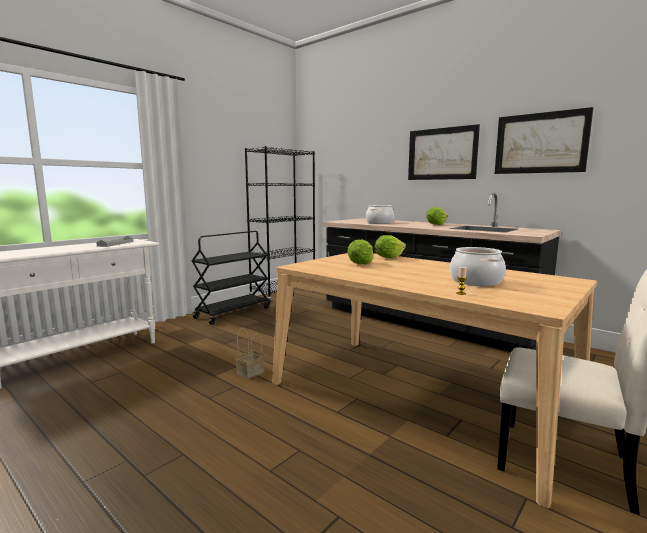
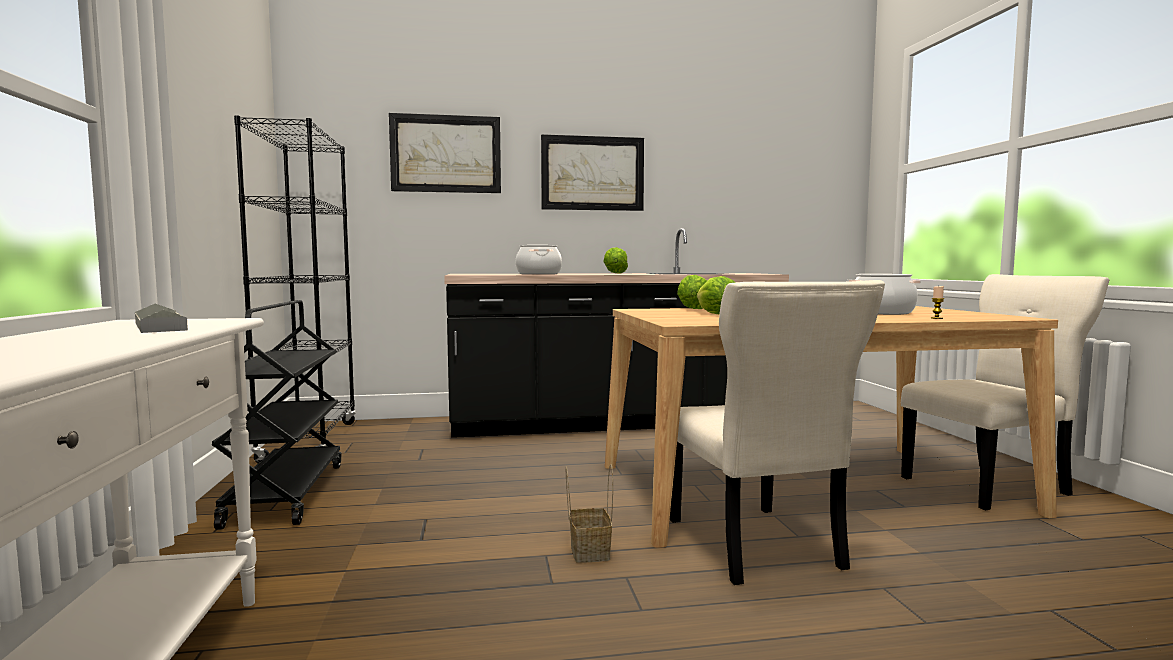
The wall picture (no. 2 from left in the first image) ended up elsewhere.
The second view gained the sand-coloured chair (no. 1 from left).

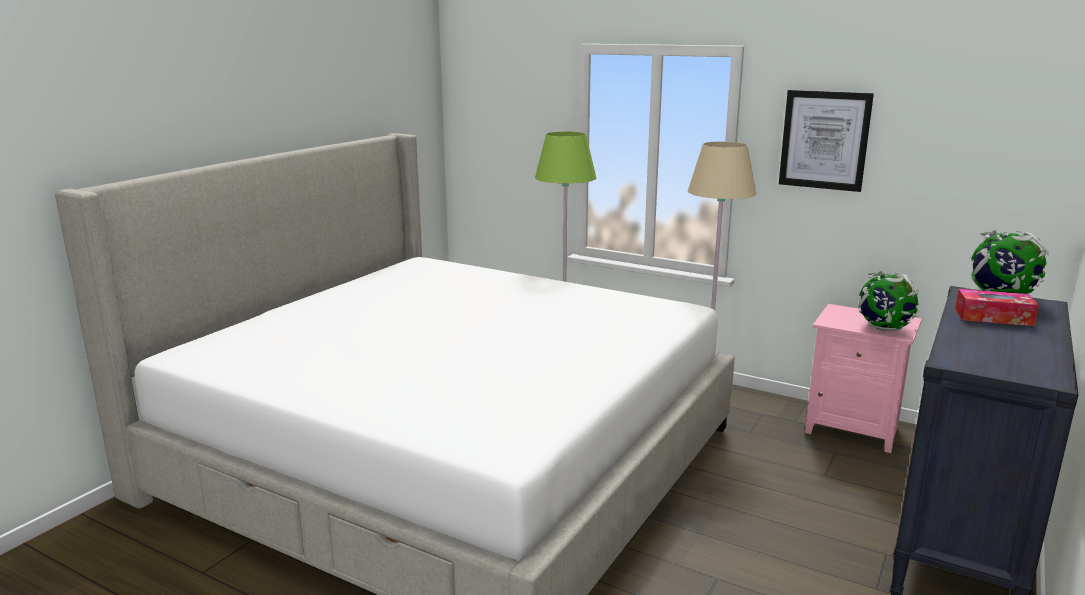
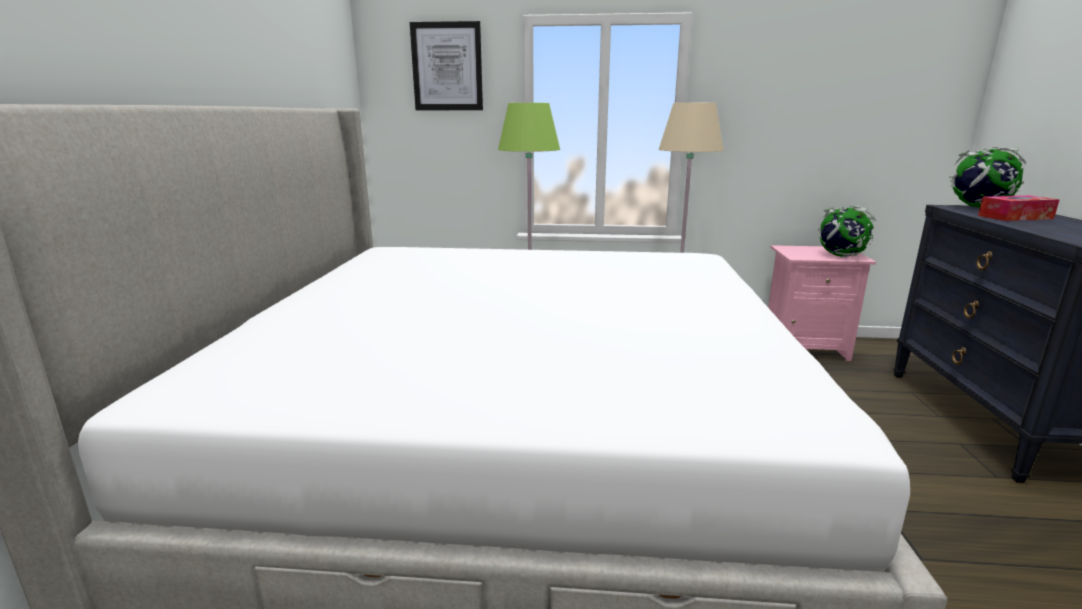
The wall picture ended up elsewhere.

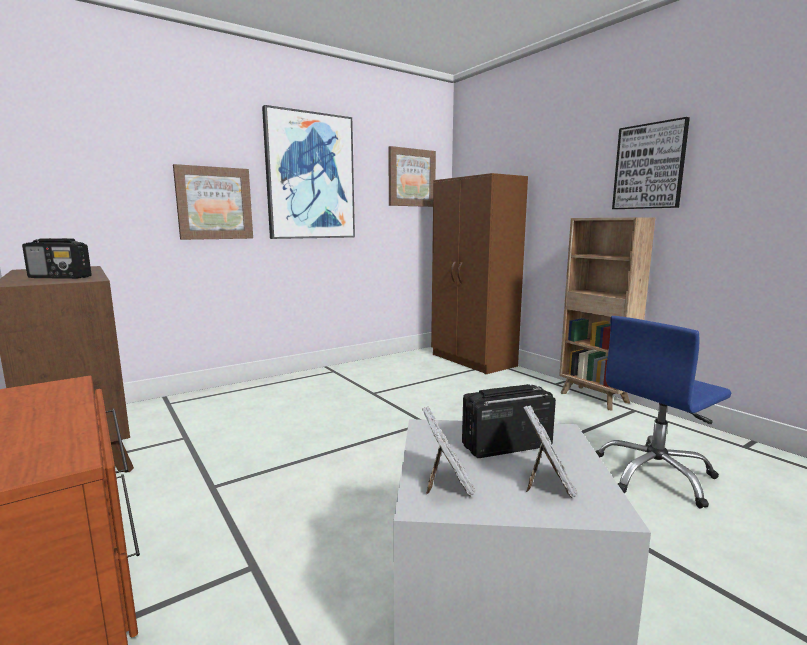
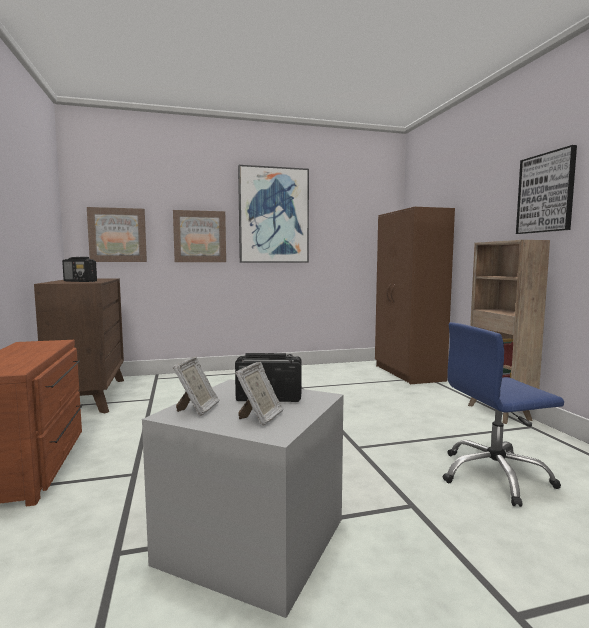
The wall picture (no. 3 from left in the first image) ended up elsewhere.

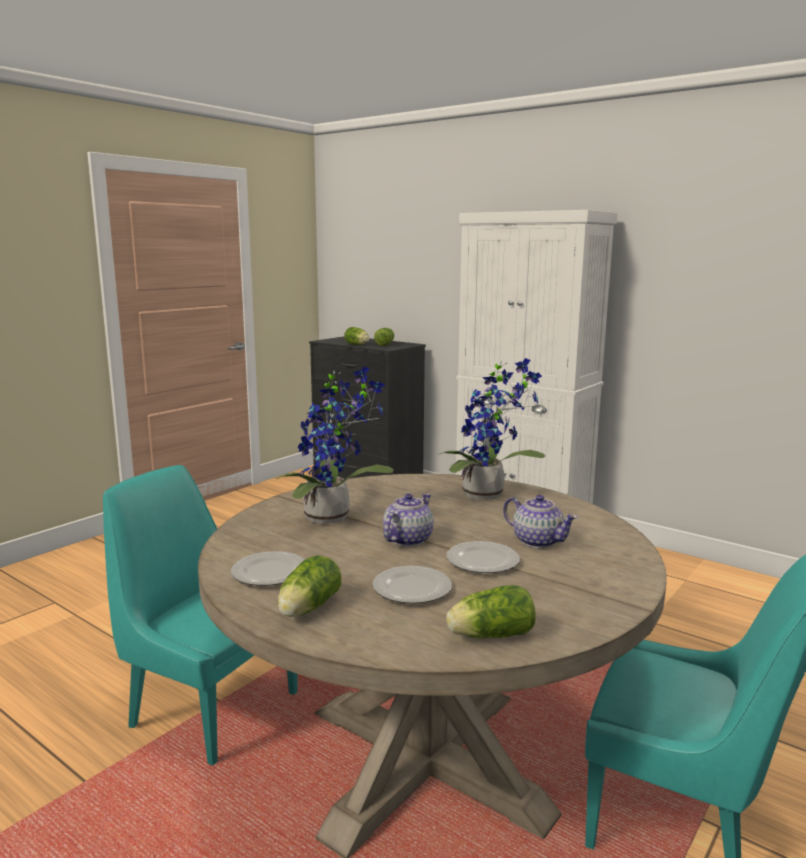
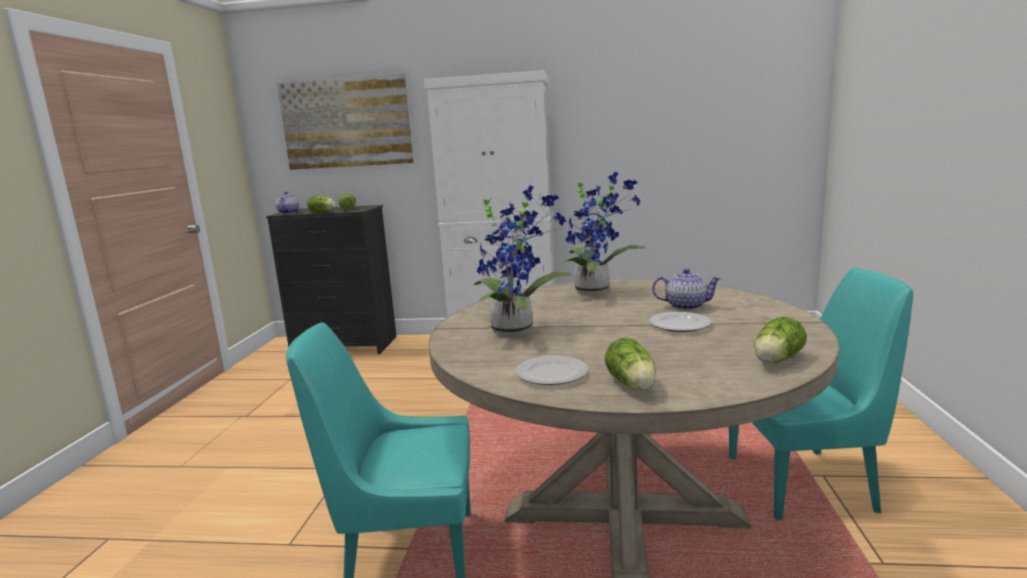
The second view lost the dinner plate (no. 2 from left).
The teapot (no. 1 from left) ended up elsewhere.
The second view gained the wall picture.

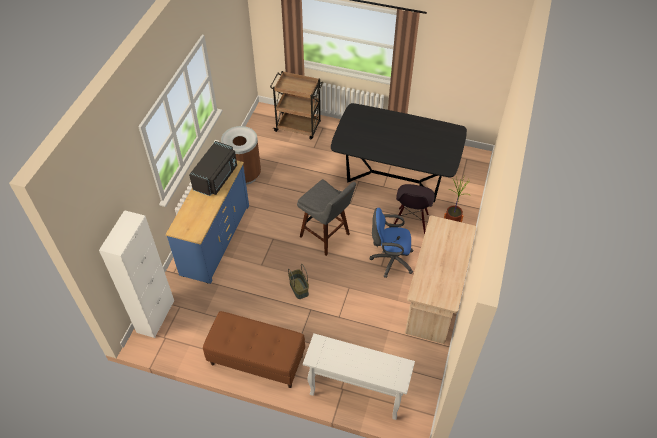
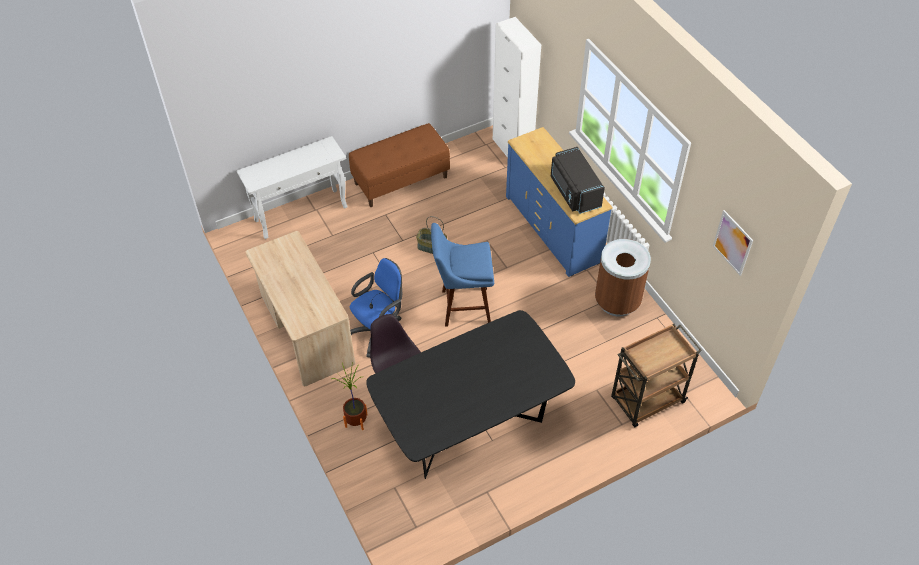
What was the grey sitting stool turned into the bluish sitting stool.
The second view gained the wall picture.

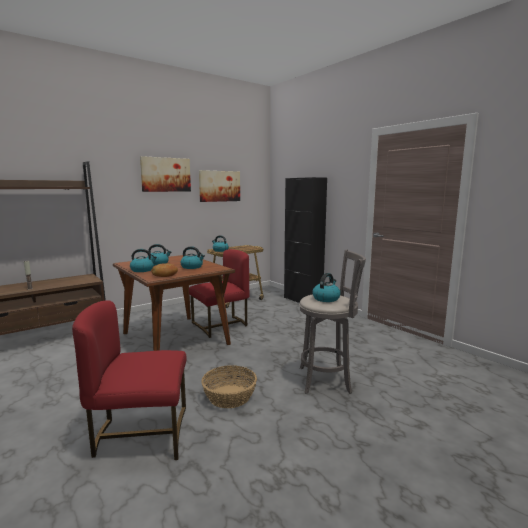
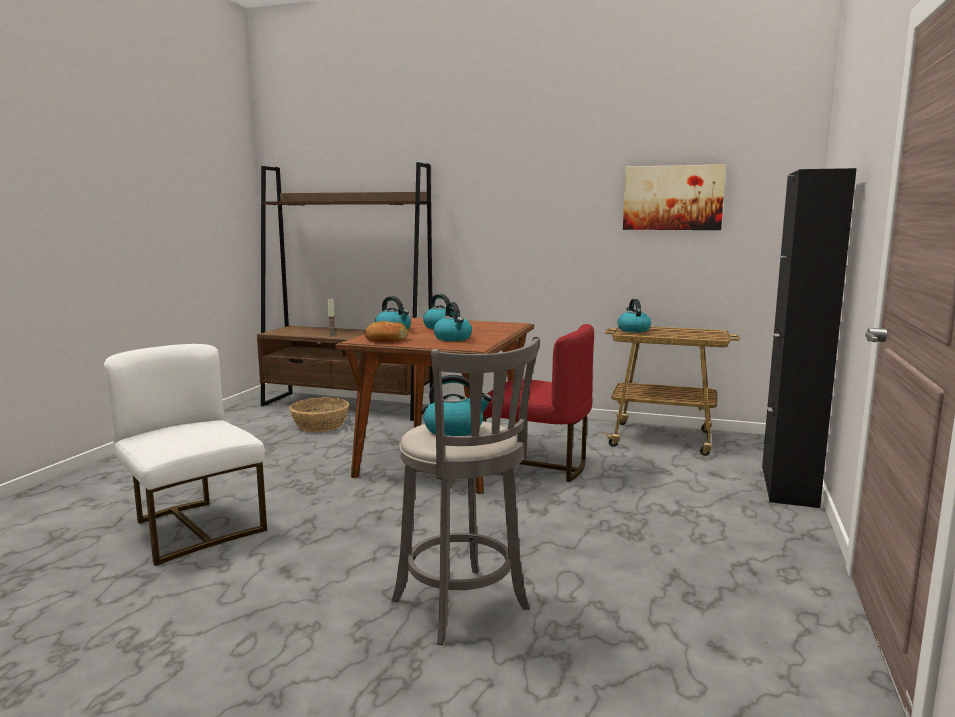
What was the red-coloured chair (no. 1 from left) turned into the white-coloured chair.
The second view lost the wall picture (no. 1 from left).
The storage basket ended up elsewhere.

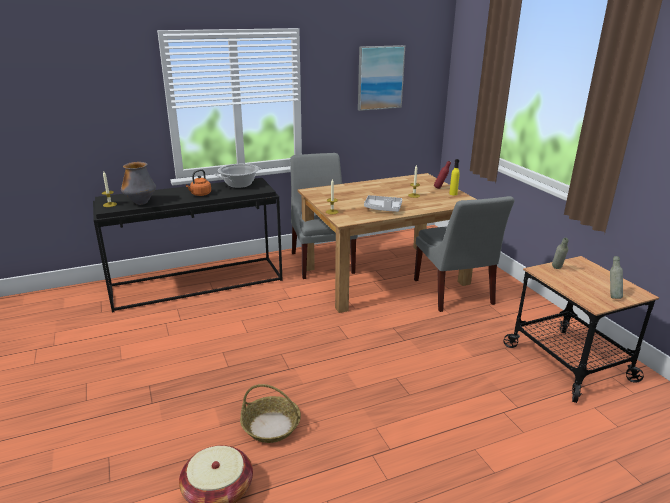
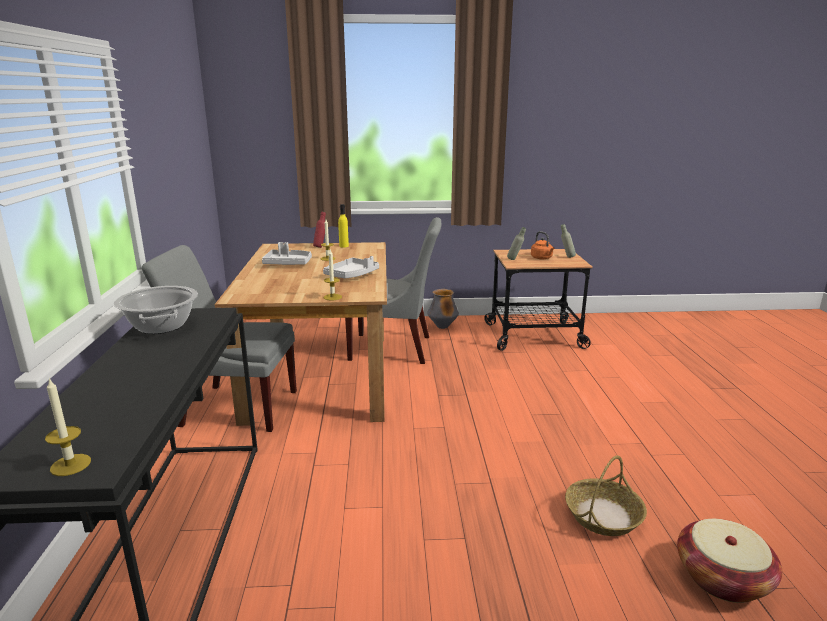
The decorative vase ended up elsewhere.
The orange-coloured kettle ended up elsewhere.
The second view lost the wall picture.
The second view gained the grey serving tray (no. 1 from left).

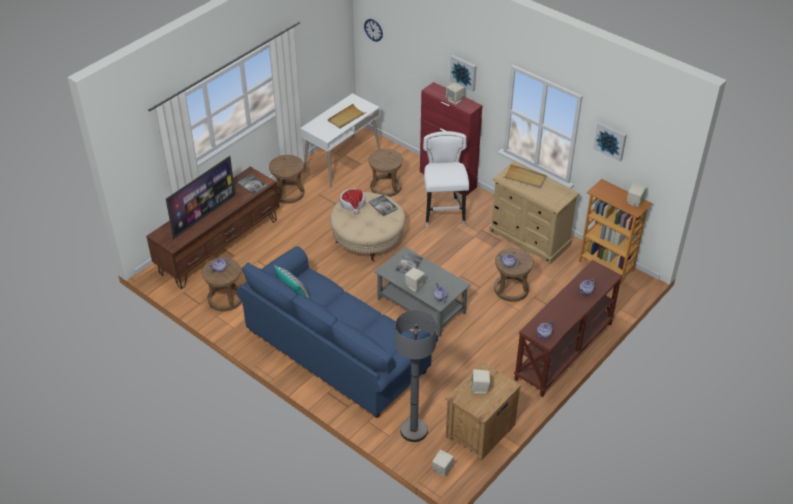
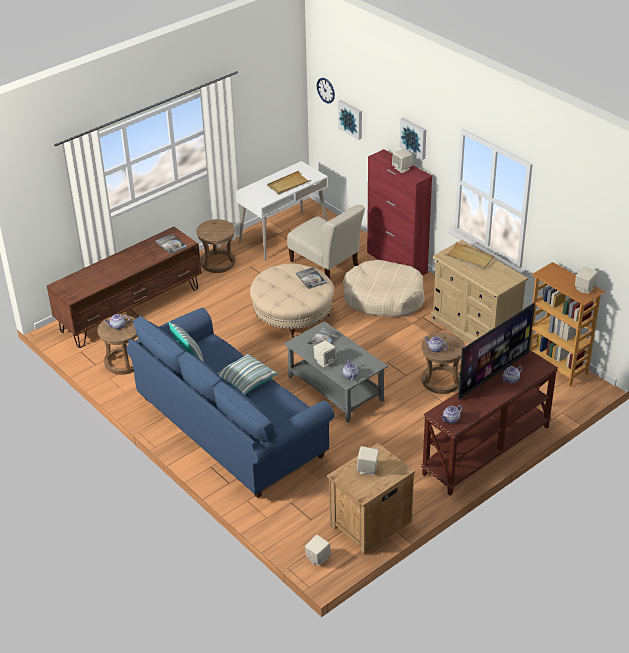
The television ended up elsewhere.
The second view lost the hat.
Where the brown-coloured sitting stool (no. 3 from left) stood, the sand-coloured chair came to stand.
The second view lost the grey standard lamp.
Where the white-coloured sitting stool stood, the sand-coloured dog bed came to stand.
The wall picture (no. 2 from left in the first image) ended up elsewhere.
The second view gained the throw pillow (no. 2 from left).

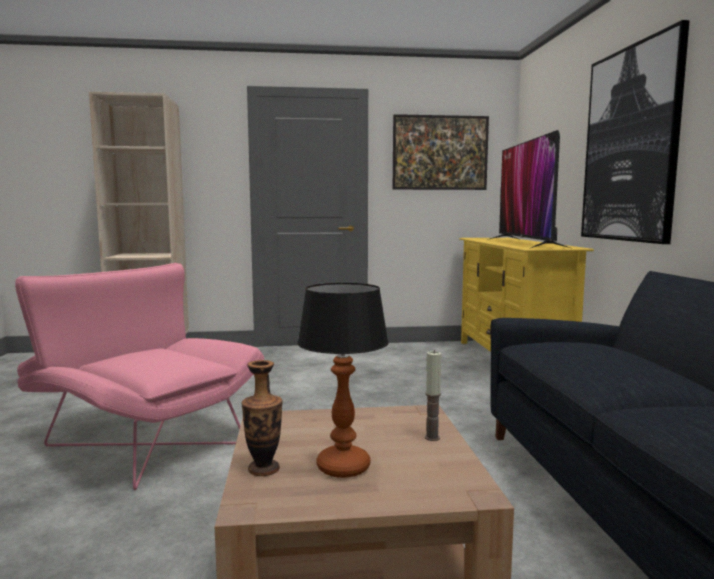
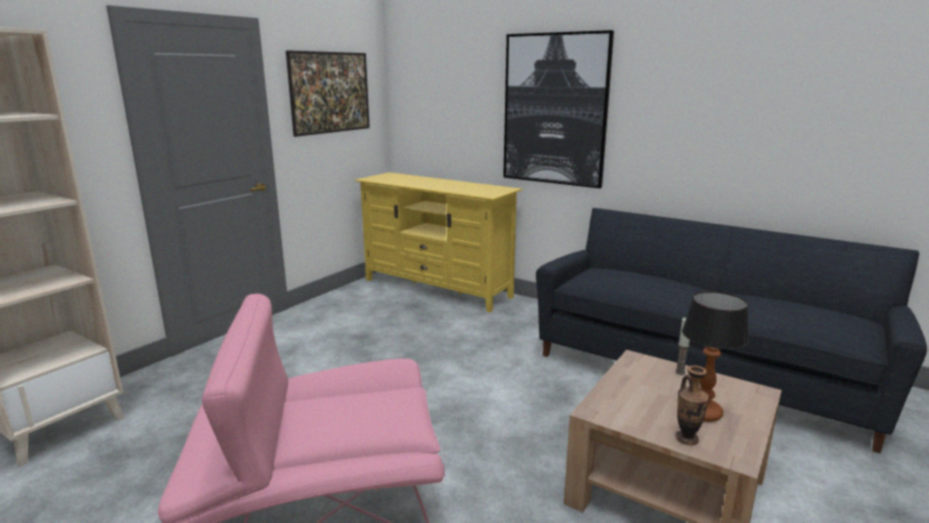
The second view lost the television.

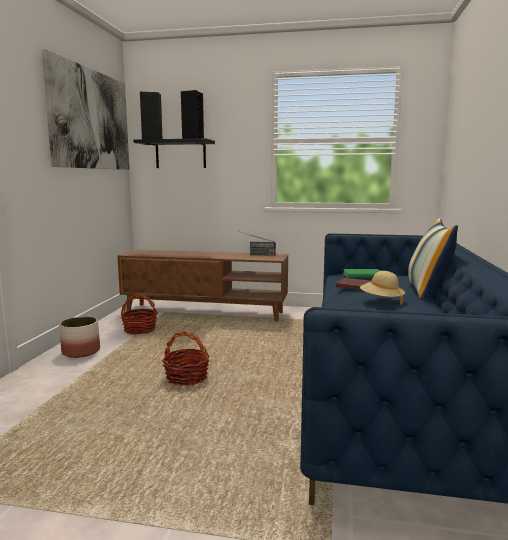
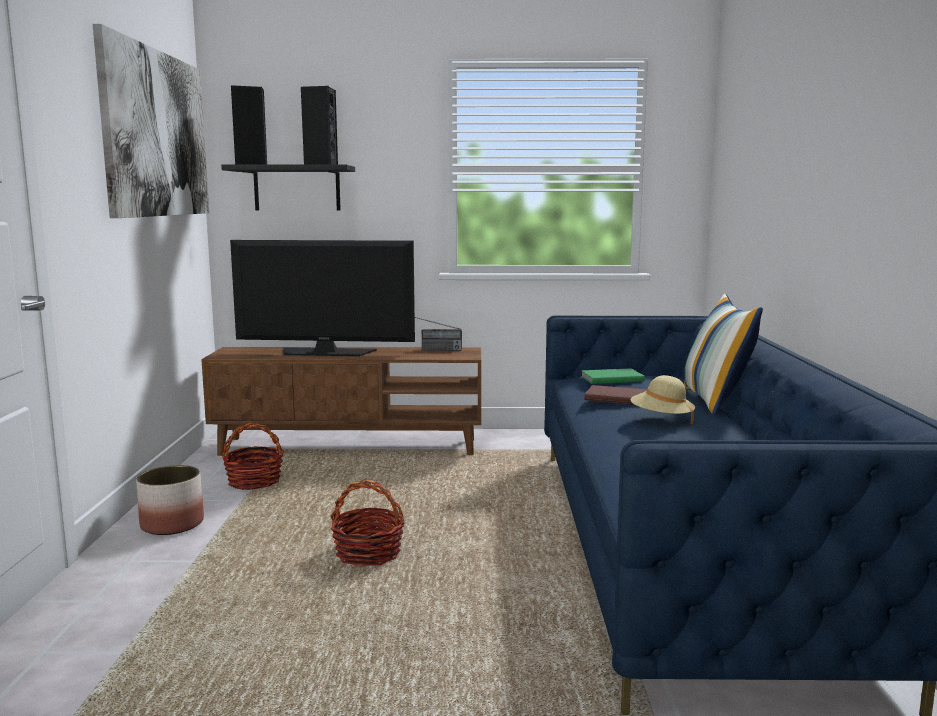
The second view gained the television.

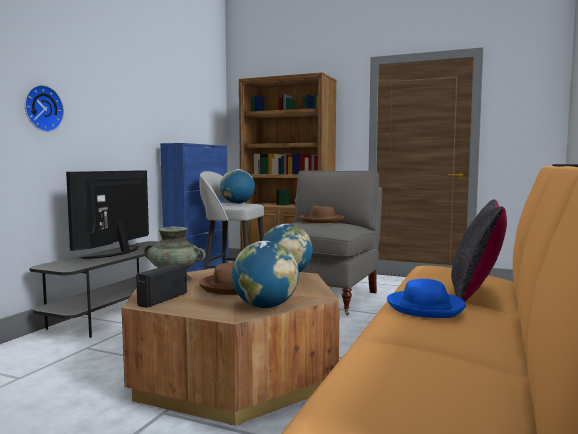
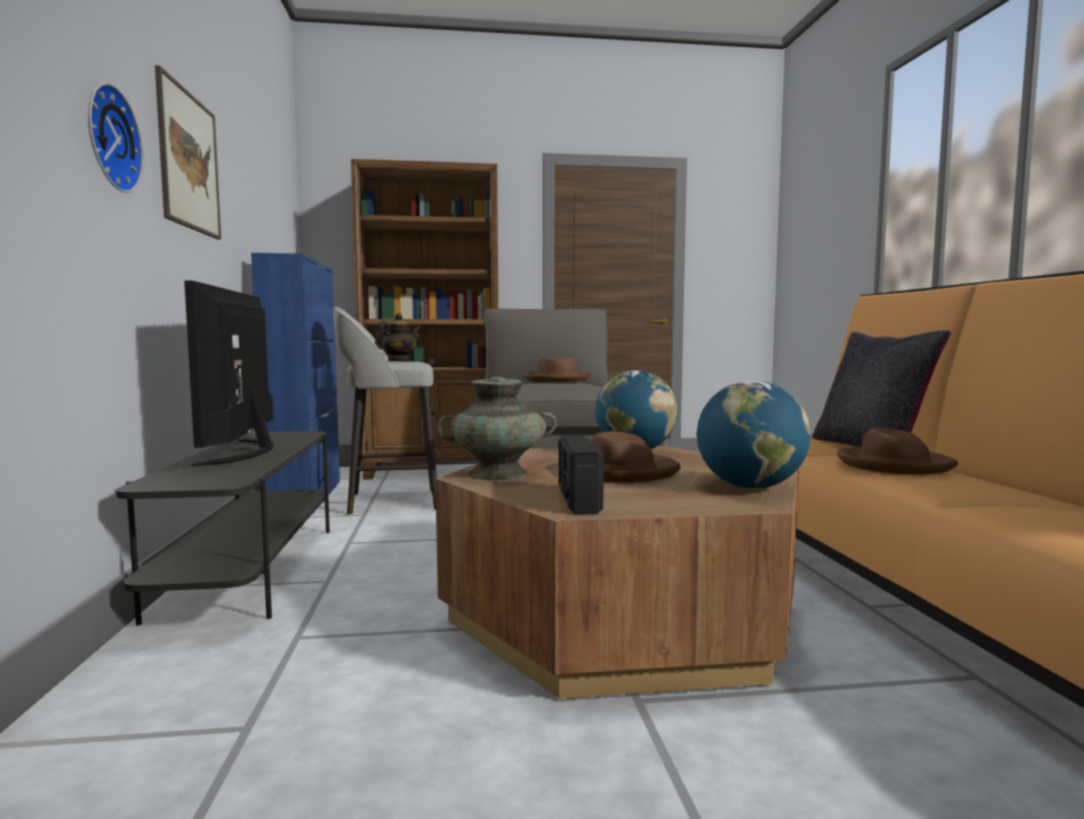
Where the world globe (no. 1 from left) stood, the teapot came to stand.
What was the bluish hat turned into the brown-coloured hat (no. 3 from left).
The second view gained the wall picture.

